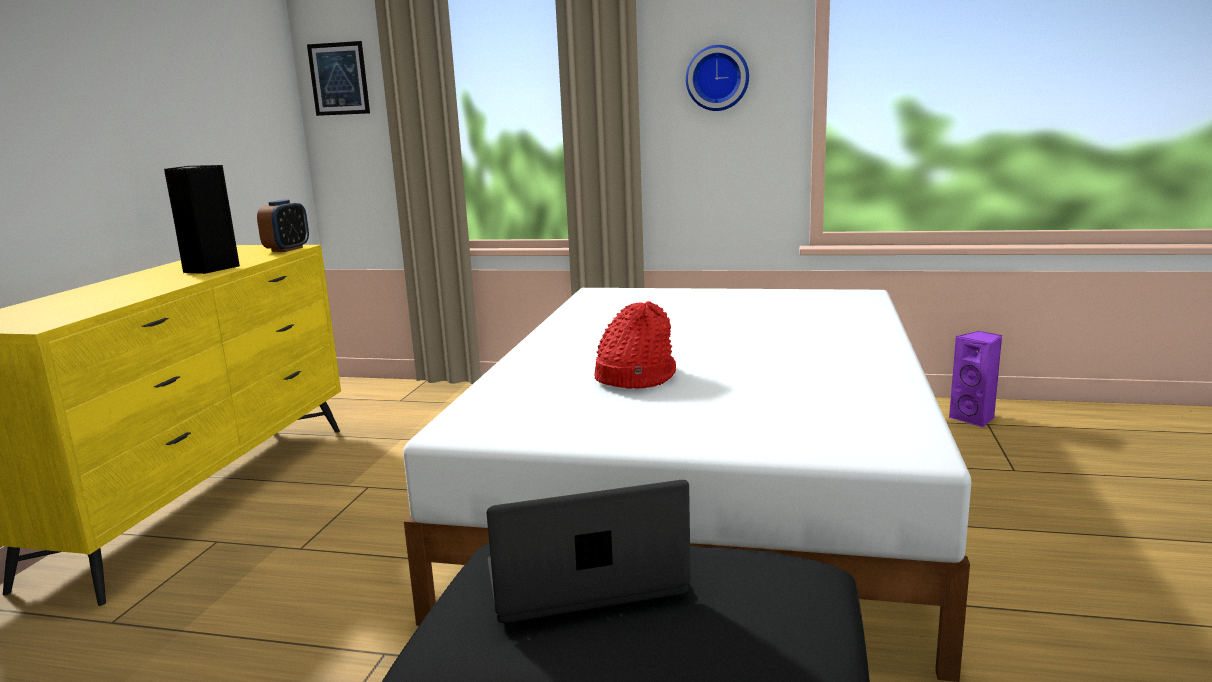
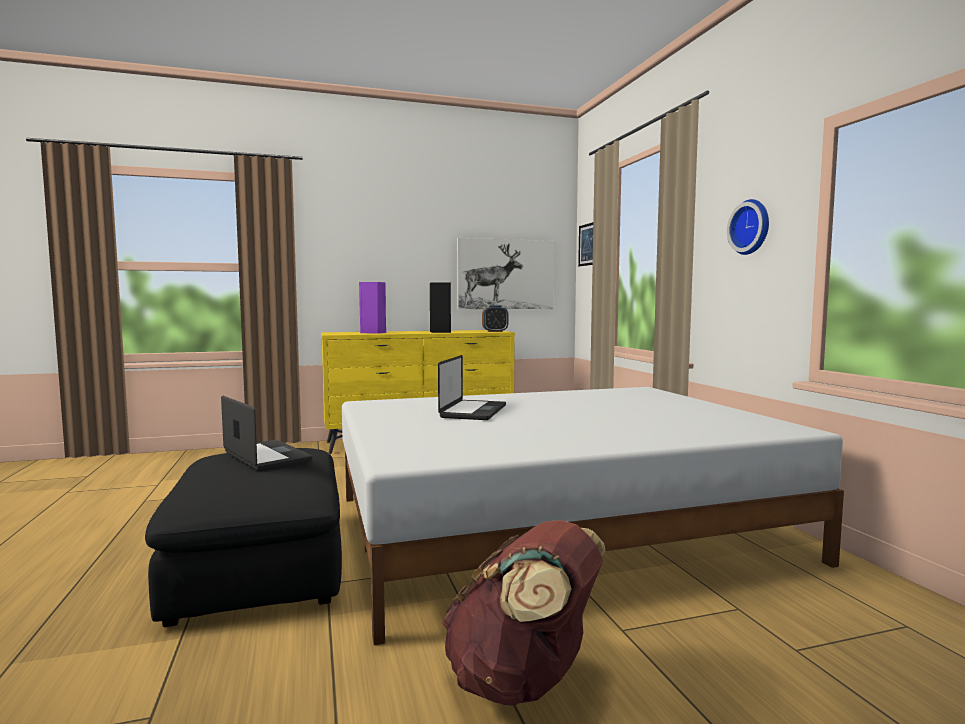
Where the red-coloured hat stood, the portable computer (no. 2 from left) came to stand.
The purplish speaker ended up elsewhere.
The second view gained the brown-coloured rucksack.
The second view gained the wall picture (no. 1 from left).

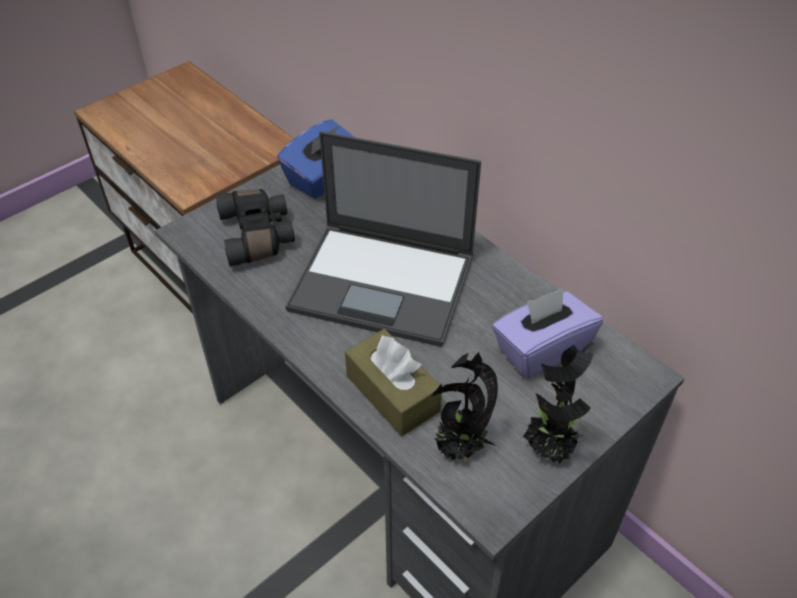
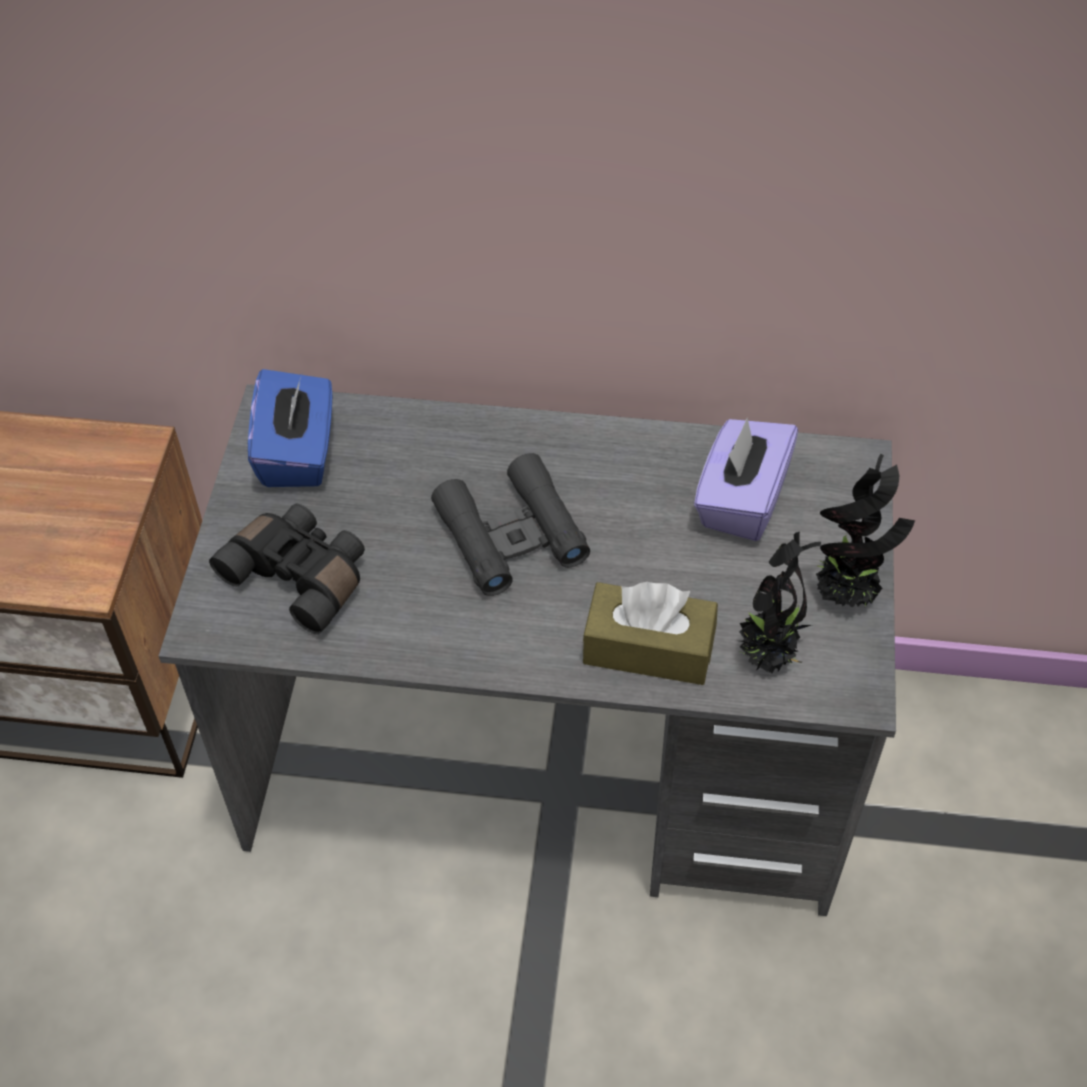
Where the portable computer stood, the black field glasses (no. 2 from left) came to stand.

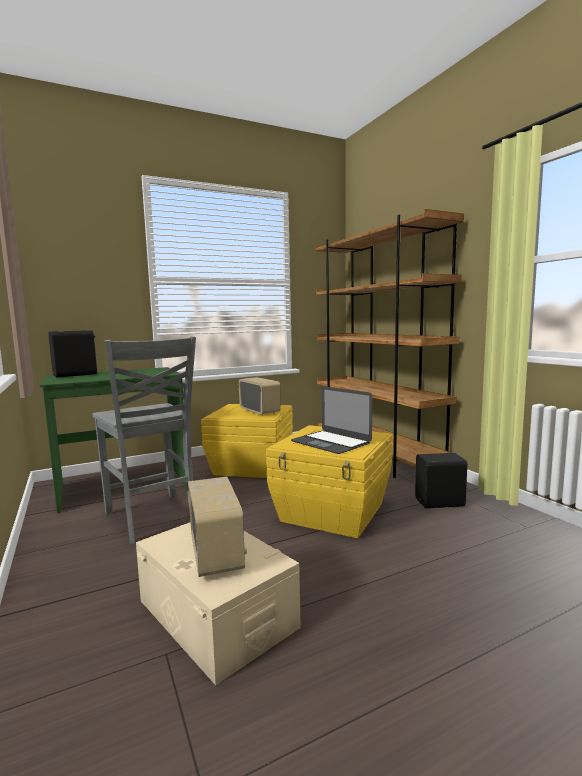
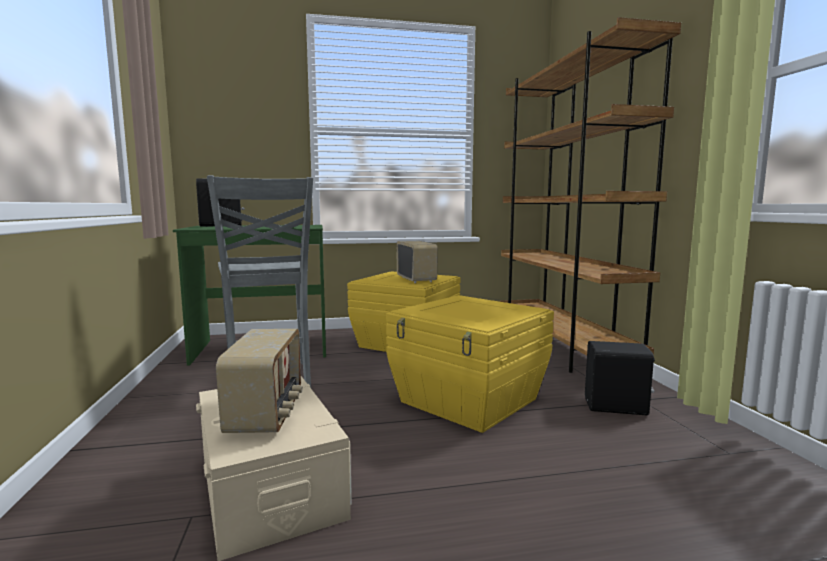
The second view lost the portable computer.

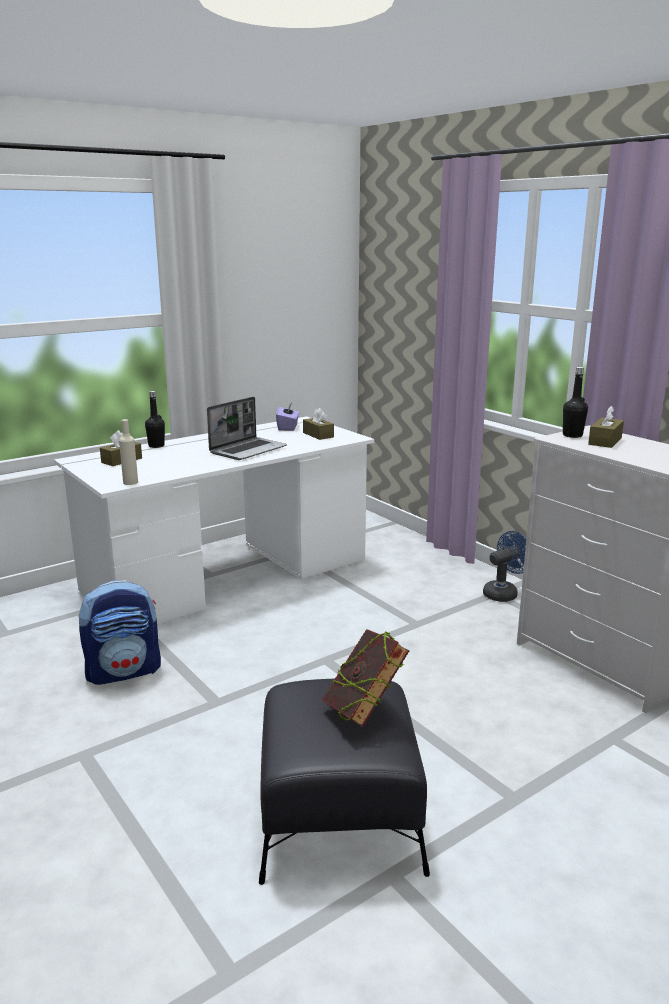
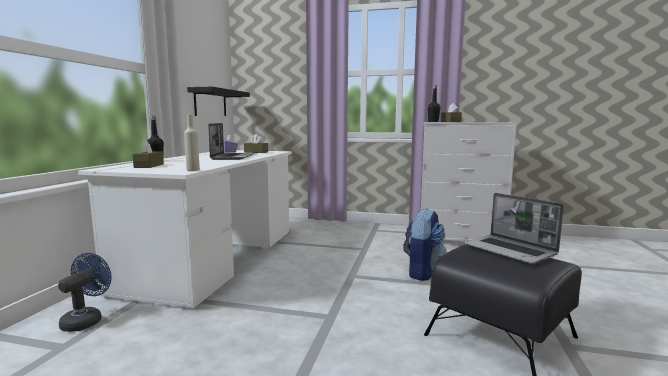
The rucksack ended up elsewhere.
Where the volume stood, the portable computer (no. 2 from left) came to stand.
The bluish electric fan ended up elsewhere.
The second view gained the black wall shelf.

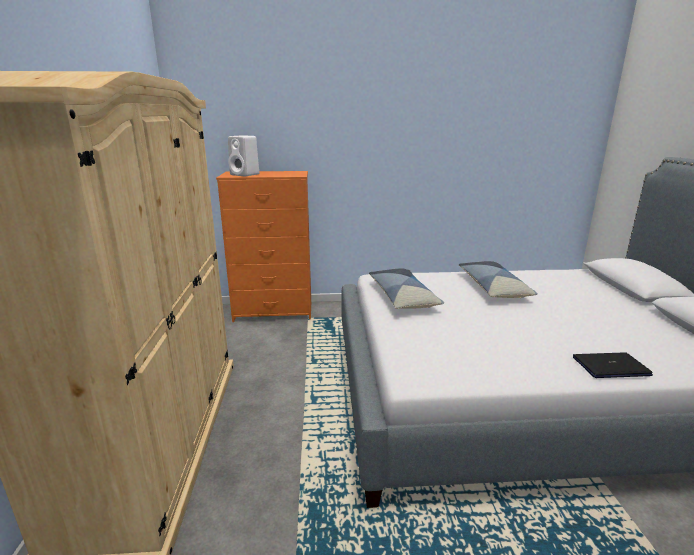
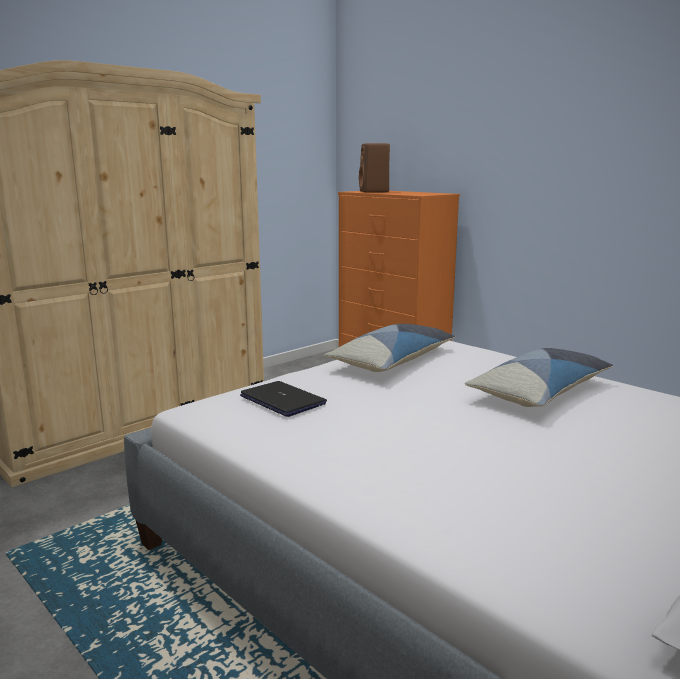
What was the white-coloured speaker turned into the brown-coloured speaker.
The portable computer ended up elsewhere.

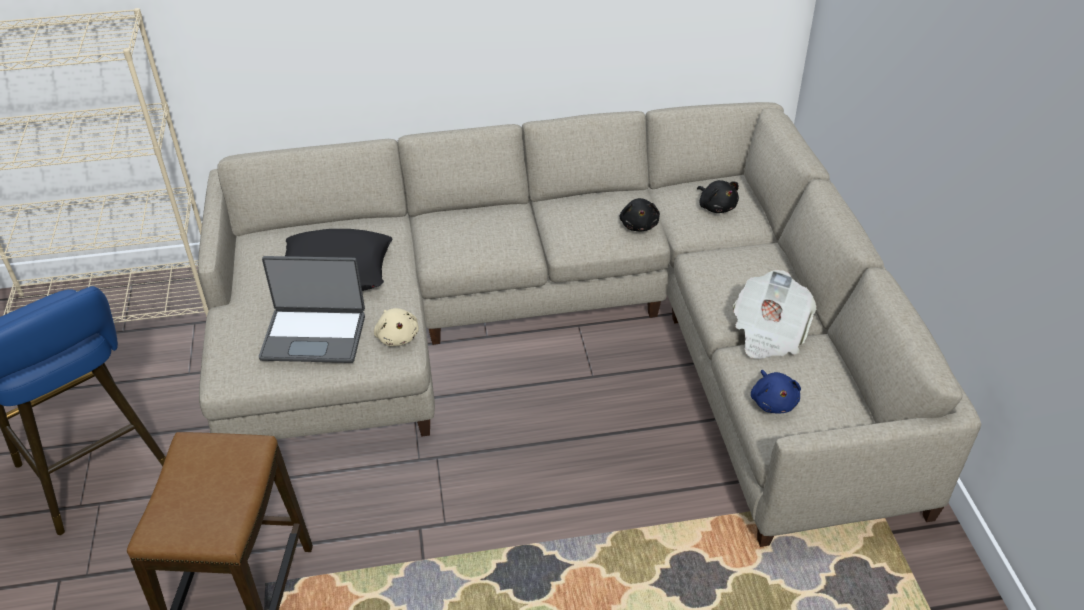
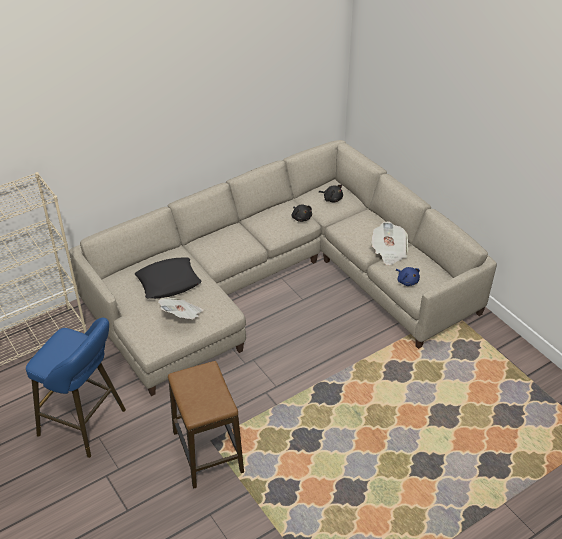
Where the portable computer stood, the printed paper (no. 1 from left) came to stand.
The second view lost the sand-coloured plush toy.

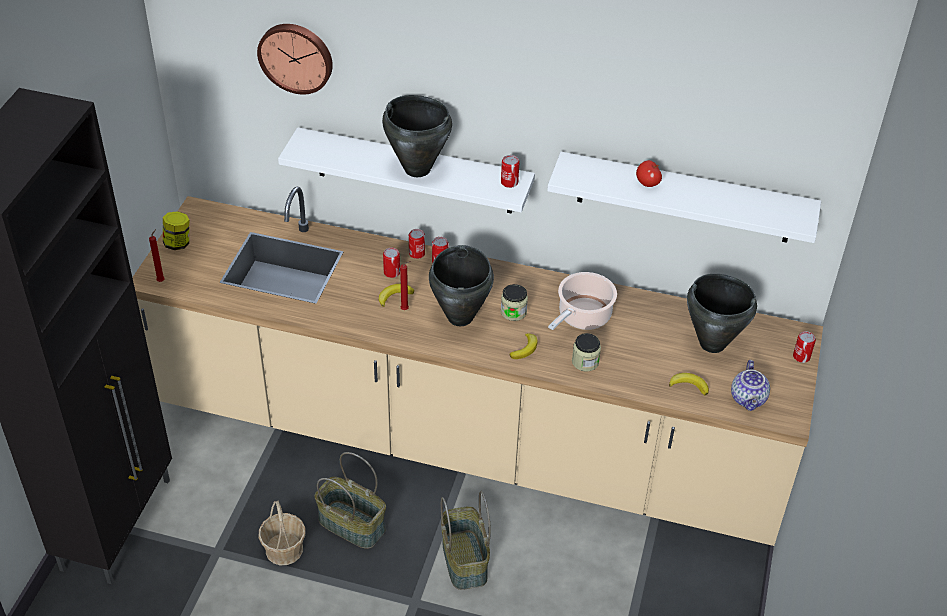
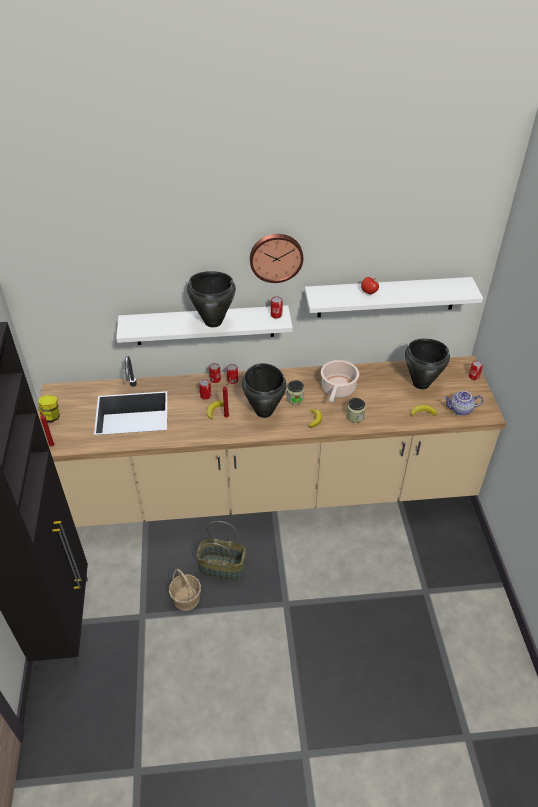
The wall clock ended up elsewhere.
The second view lost the storage basket (no. 3 from left).
The teapot ended up facing another way, 105 degrees clockwise from before.

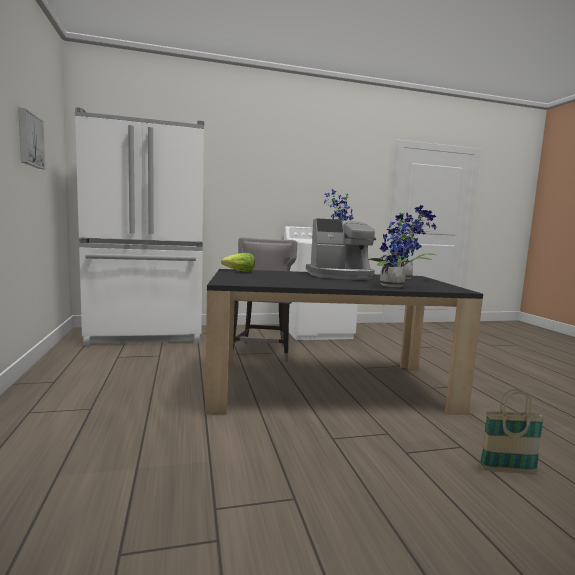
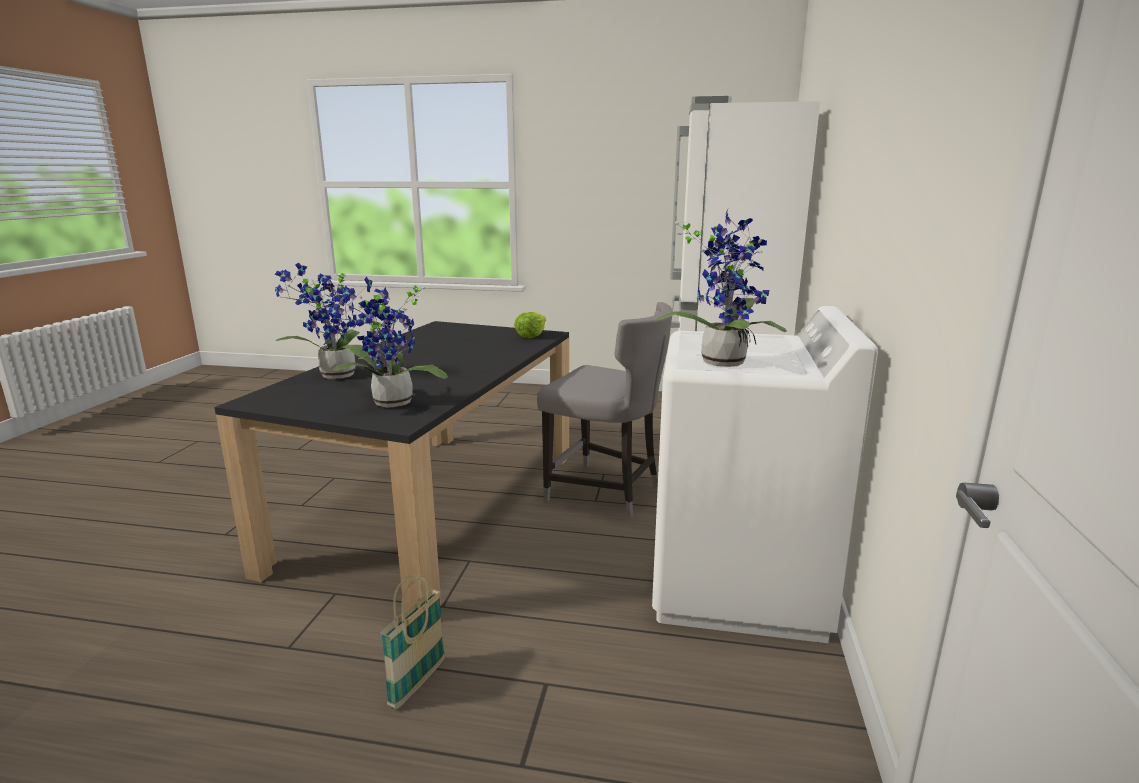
The second view lost the wall picture.
The second view lost the coffee machine.
The storage basket ended up elsewhere.

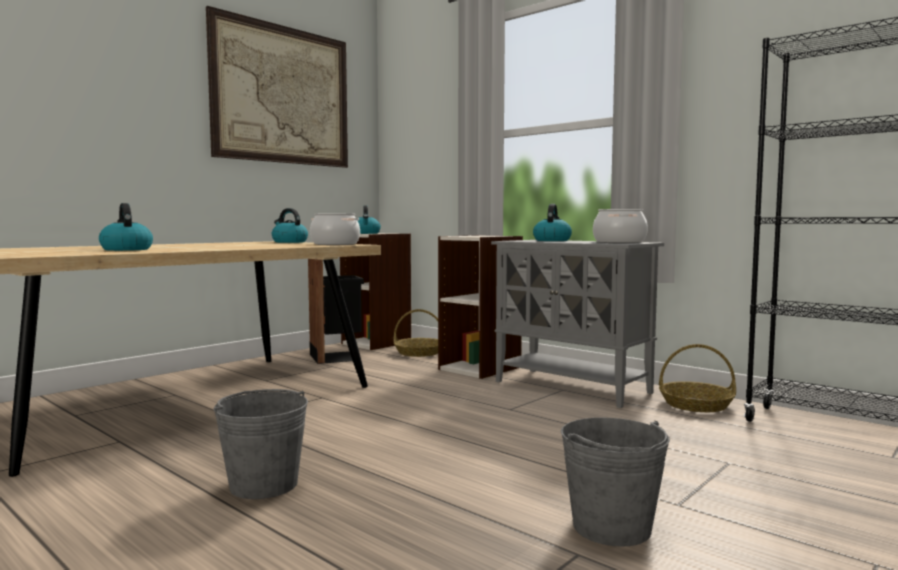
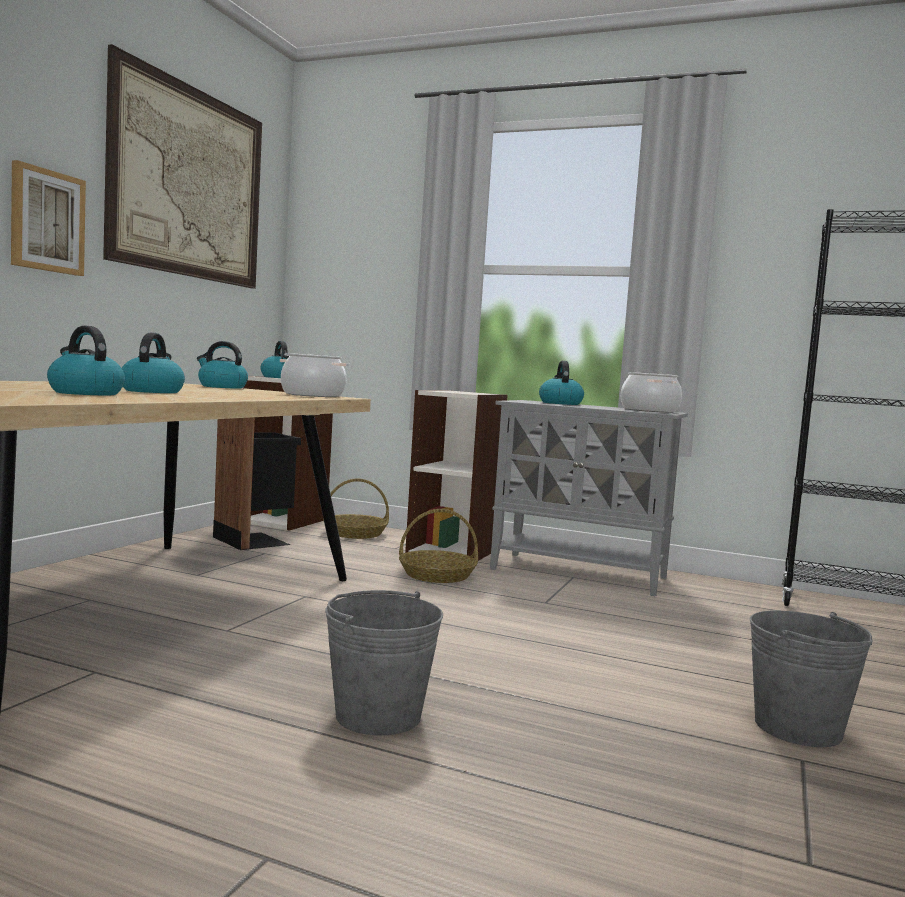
The storage basket (no. 2 from left) ended up elsewhere.
The second view gained the wall picture (no. 1 from left).
The second view gained the kettle (no. 2 from left).

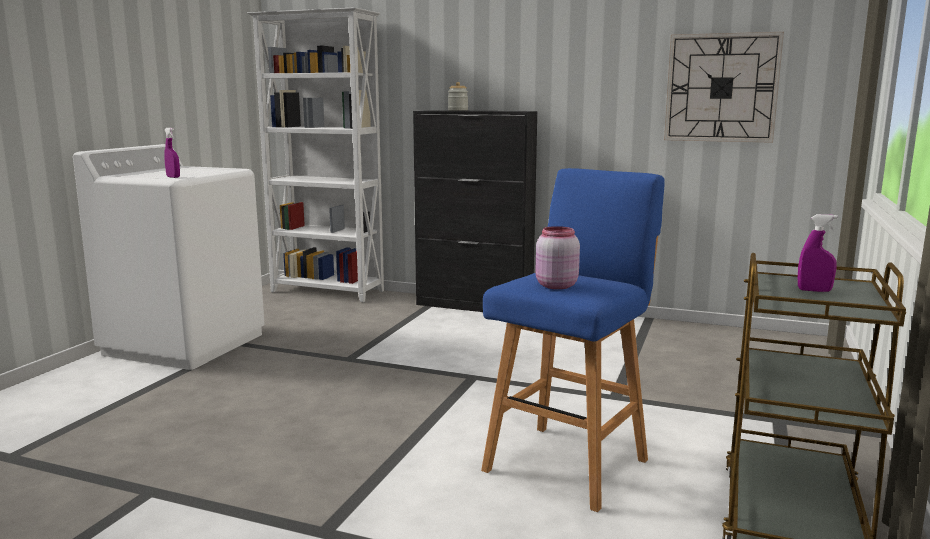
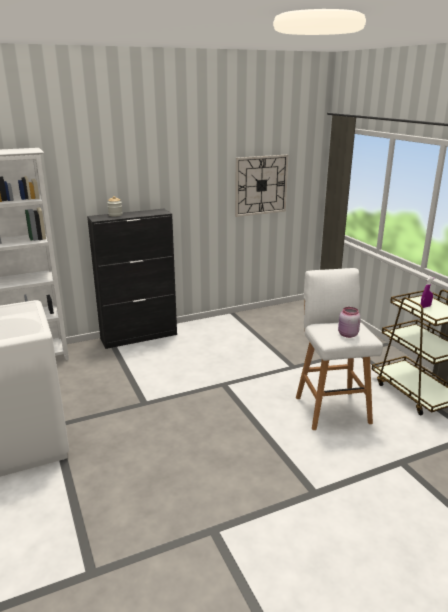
The second view lost the purplish spray bottle (no. 1 from left).
What was the bluish sitting stool turned into the white-coloured sitting stool.

